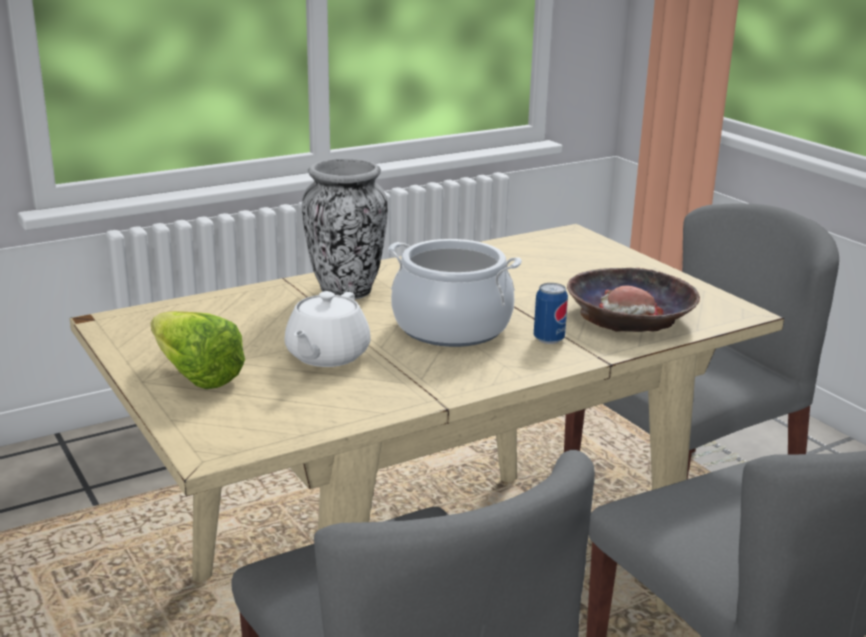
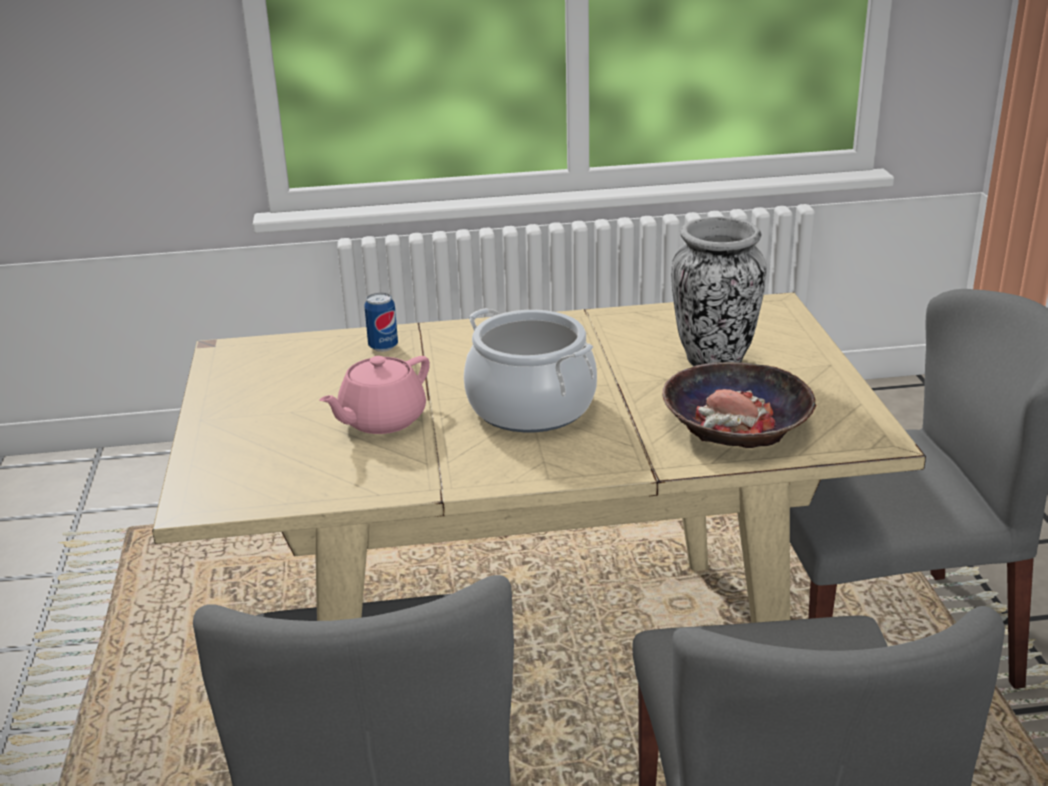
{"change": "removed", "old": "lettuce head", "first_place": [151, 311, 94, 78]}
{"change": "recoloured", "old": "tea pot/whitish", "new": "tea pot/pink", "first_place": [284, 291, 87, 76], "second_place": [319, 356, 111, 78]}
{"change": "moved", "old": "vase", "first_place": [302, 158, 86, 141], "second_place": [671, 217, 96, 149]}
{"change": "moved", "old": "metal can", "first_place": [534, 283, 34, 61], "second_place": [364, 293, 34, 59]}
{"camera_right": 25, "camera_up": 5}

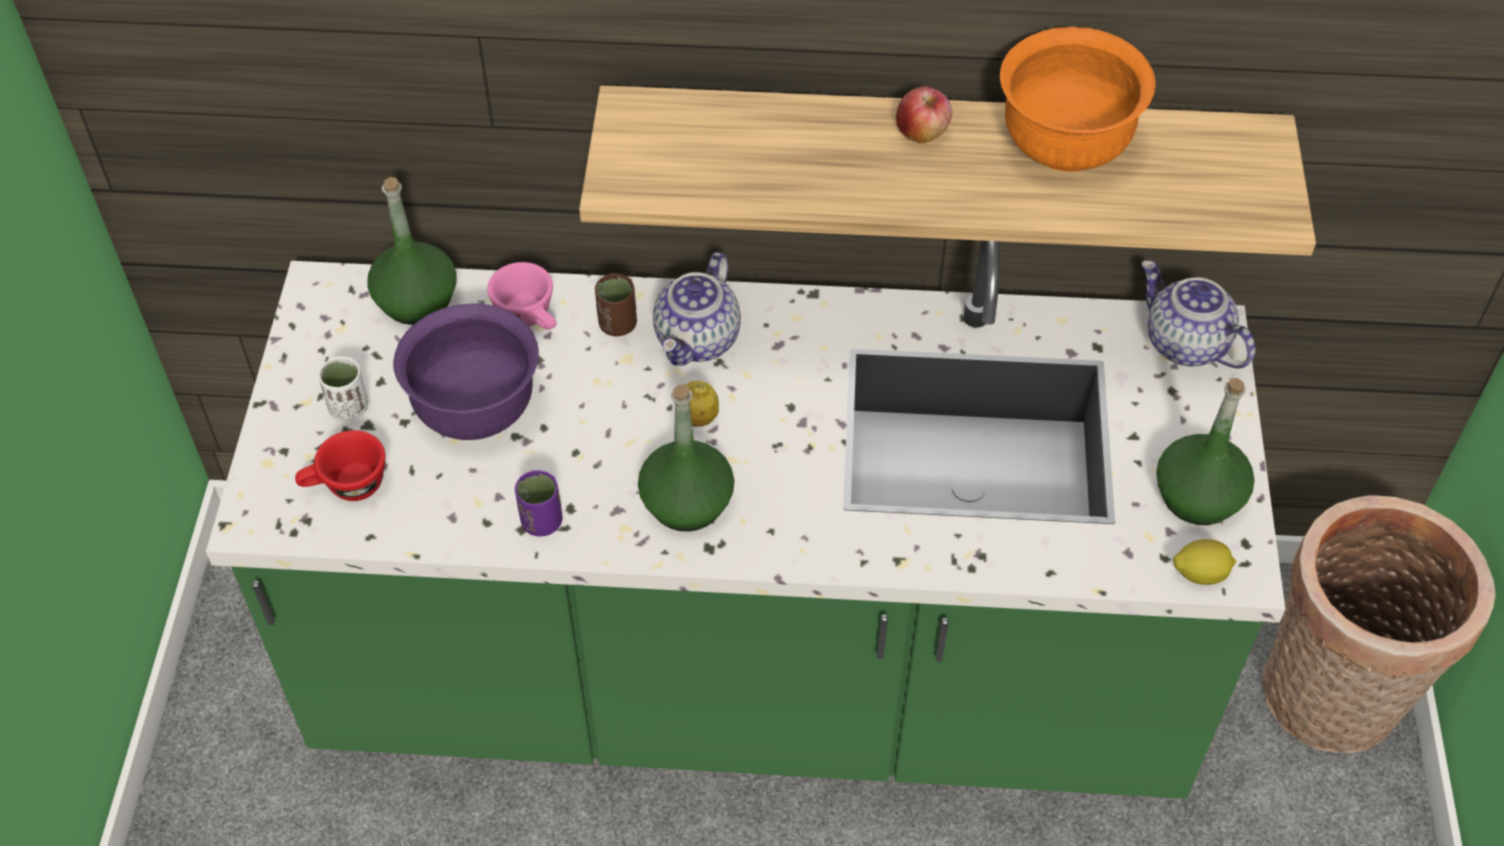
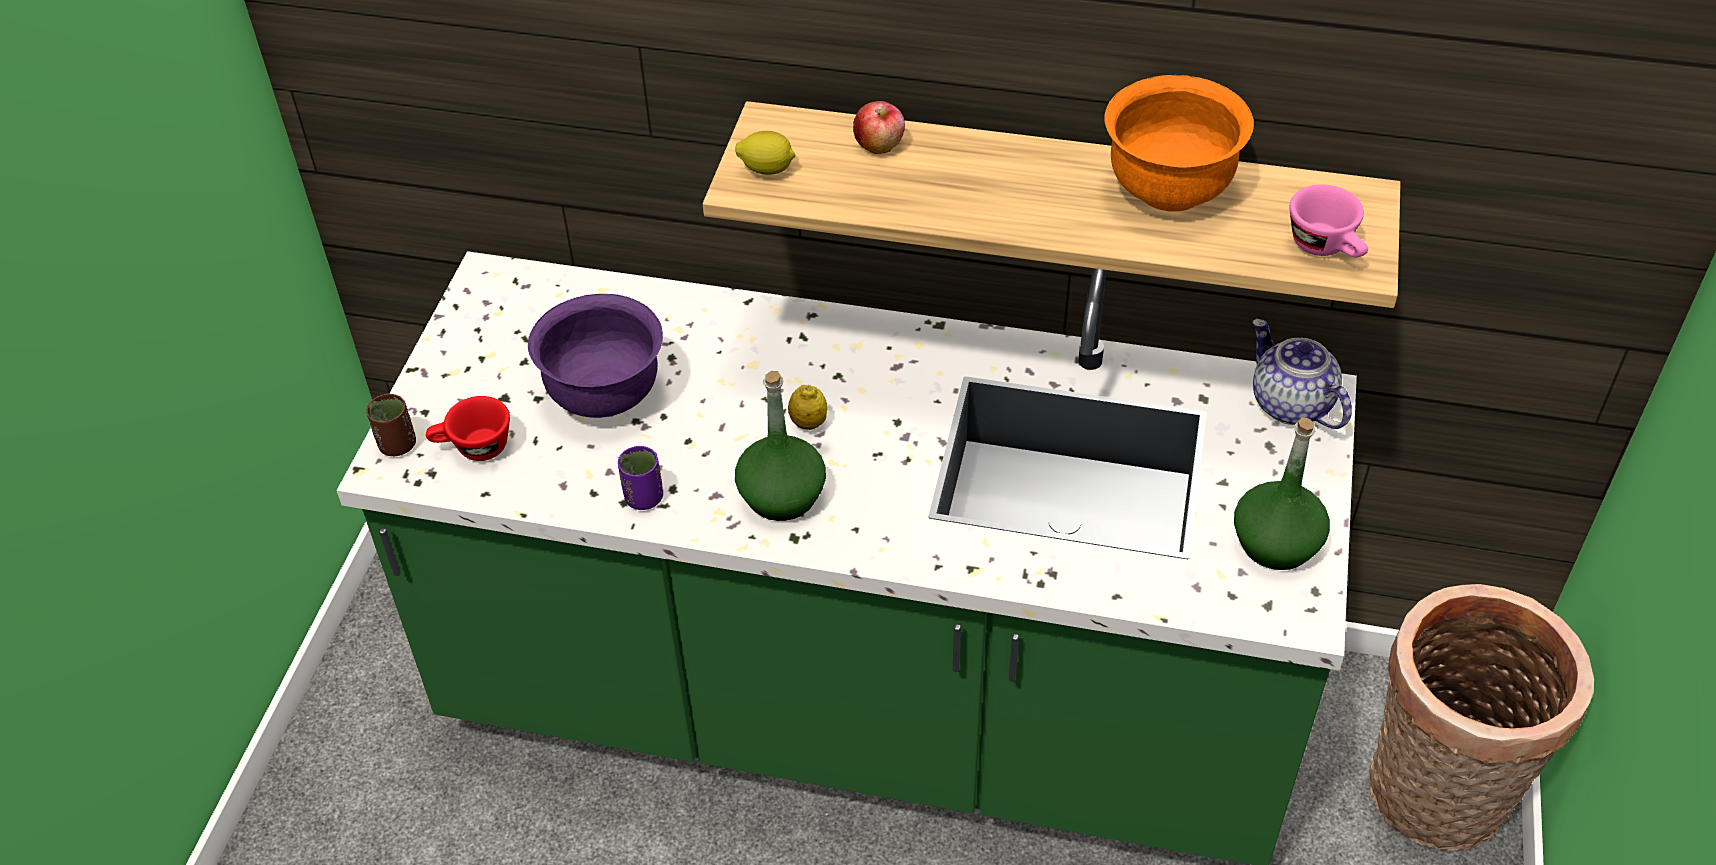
{"change": "removed", "old": "drinking cup/whitish", "first_place": [318, 357, 50, 64]}
{"change": "removed", "old": "bottle/green", "first_place": [367, 177, 89, 148]}
{"change": "moved", "old": "drinking cup/pink", "first_place": [487, 262, 70, 68], "second_place": [1290, 184, 78, 73]}
{"change": "moved", "old": "drinking cup/brown-coloured", "first_place": [595, 273, 42, 63], "second_place": [366, 394, 50, 62]}
{"change": "removed", "old": "tea pot", "first_place": [653, 252, 88, 114]}
{"change": "moved", "old": "whole apple", "first_place": [896, 86, 56, 57], "second_place": [853, 101, 52, 53]}
{"change": "moved", "old": "citrus fruit", "first_place": [1173, 539, 63, 46], "second_place": [735, 131, 60, 44]}
{"camera_right": 10, "camera_up": -5}

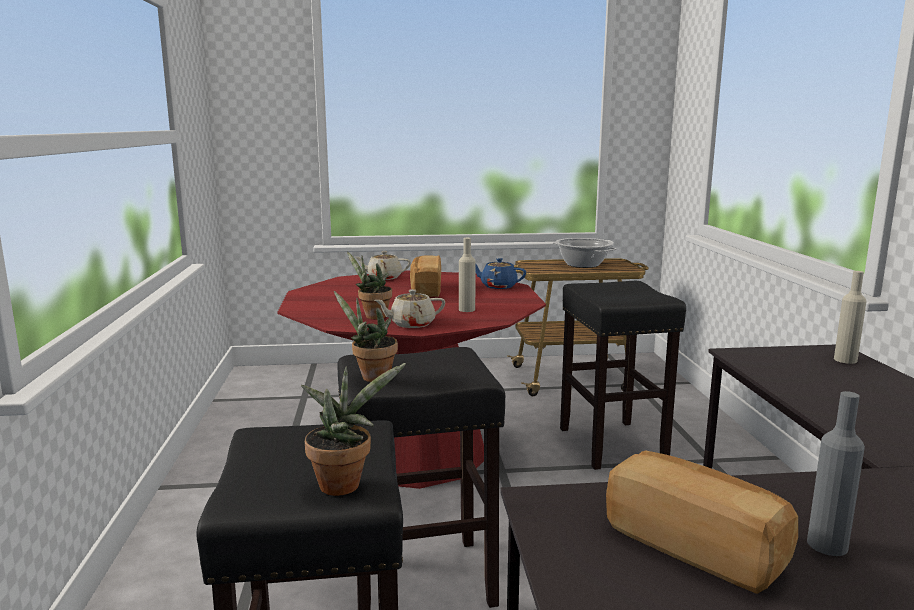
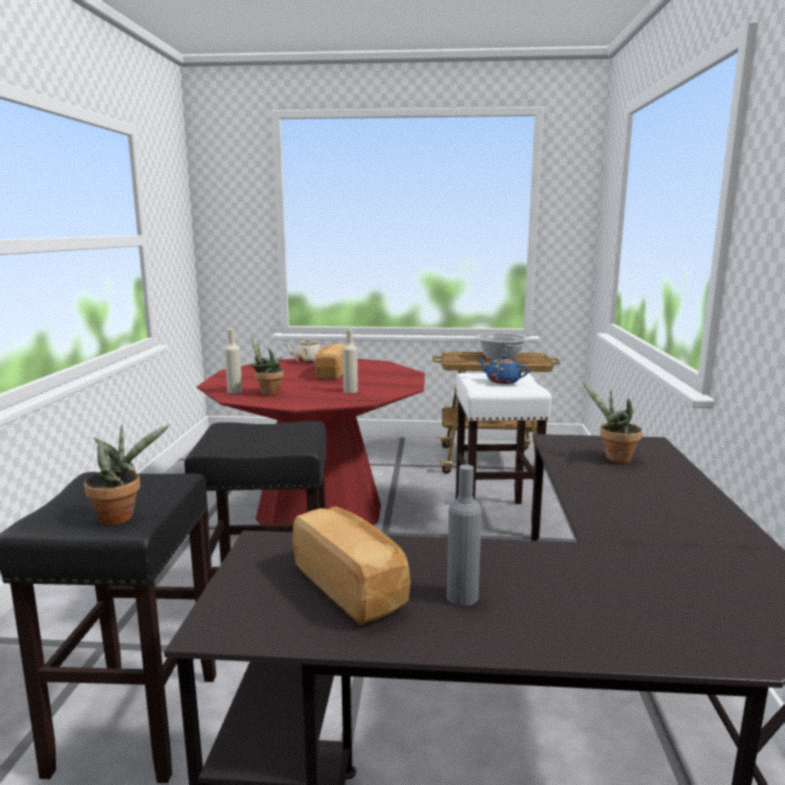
{"change": "moved", "old": "houseplant", "first_place": [334, 291, 64, 91], "second_place": [582, 382, 60, 81]}
{"change": "removed", "old": "tea pot/beige-coloured", "first_place": [374, 289, 71, 39]}
{"change": "moved", "old": "tea pot/blue", "first_place": [476, 258, 50, 31], "second_place": [477, 355, 52, 29]}
{"change": "recoloured", "old": "stool/black-coloured", "new": "stool/whitish", "first_place": [560, 281, 126, 189], "second_place": [455, 373, 97, 166]}
{"change": "moved", "old": "bottle/beige-coloured", "first_place": [834, 271, 33, 93], "second_place": [225, 329, 17, 65]}
{"camera_right": 10, "camera_up": 0}

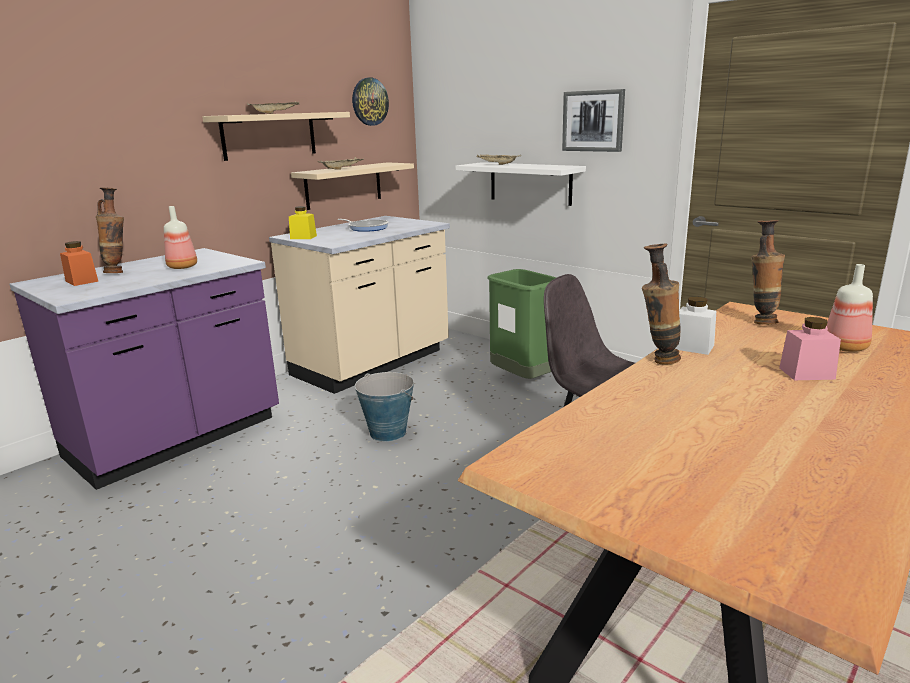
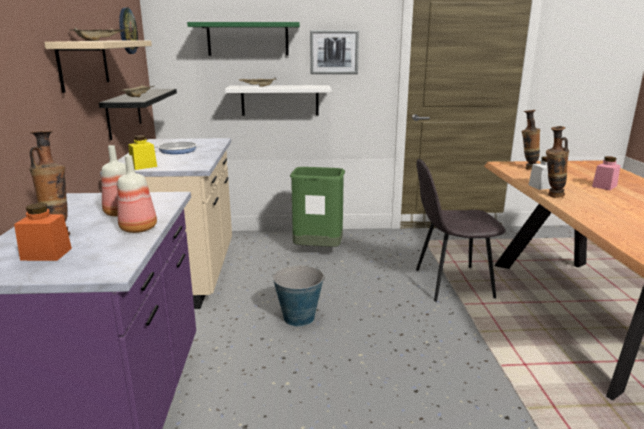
{"change": "recoloured", "old": "shelf/beige-coloured", "new": "shelf/black-coloured", "first_place": [291, 162, 123, 48], "second_place": [99, 89, 78, 51]}
{"change": "moved", "old": "bottle", "first_place": [826, 264, 47, 88], "second_place": [117, 155, 40, 78]}
{"change": "added", "new": "shelf/green", "second_place": [187, 22, 113, 34]}
{"camera_right": -45, "camera_up": 0}

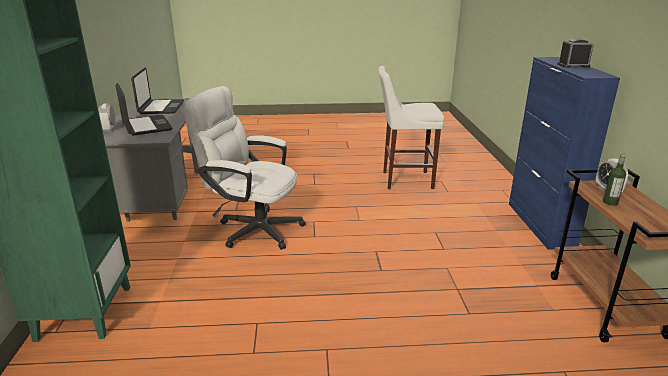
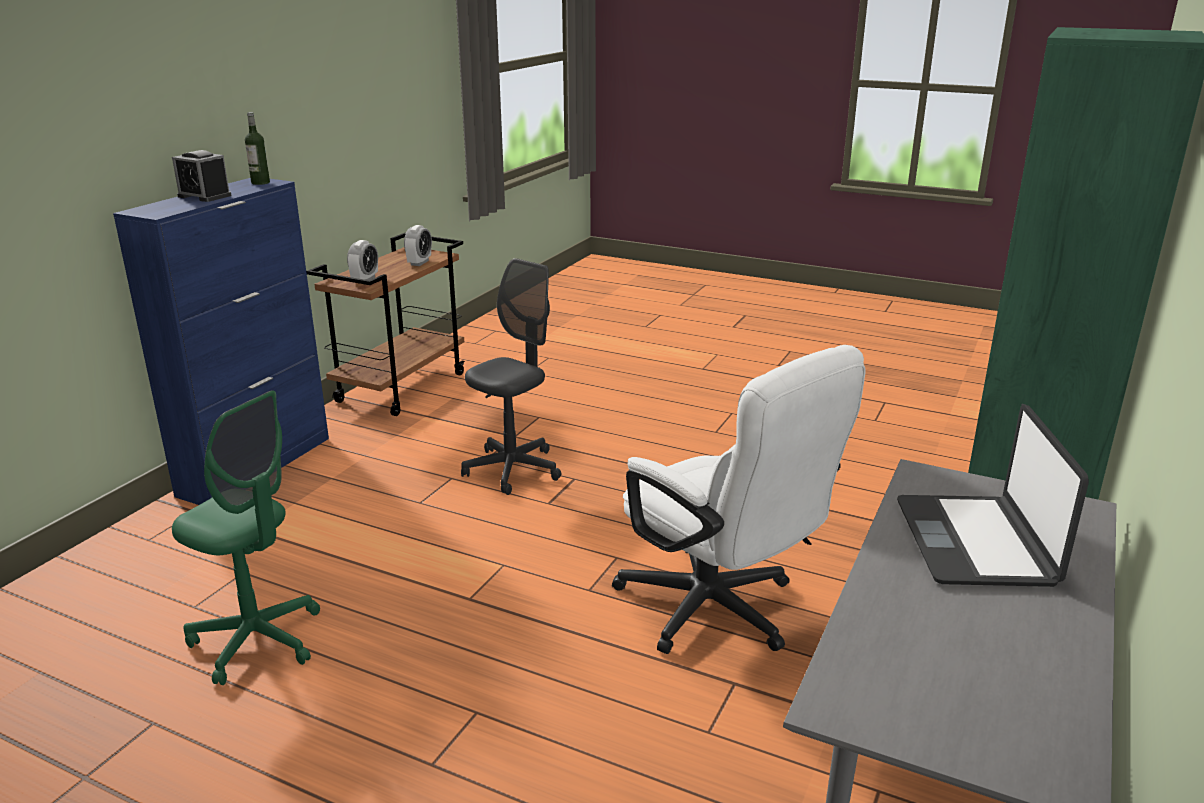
{"change": "moved", "old": "alarm clock", "first_place": [98, 103, 17, 29], "second_place": [404, 225, 28, 41]}
{"change": "removed", "old": "laptop", "first_place": [131, 67, 53, 47]}
{"change": "replaced", "old": "stool/whitish", "new": "office chair/green", "first_place": [378, 66, 66, 123], "second_place": [172, 390, 148, 295]}
{"change": "moved", "old": "bottle", "first_place": [603, 153, 23, 53], "second_place": [245, 112, 25, 73]}
{"change": "added", "new": "office chair/gray", "second_place": [461, 258, 100, 237]}
{"camera_right": -150, "camera_up": 0}

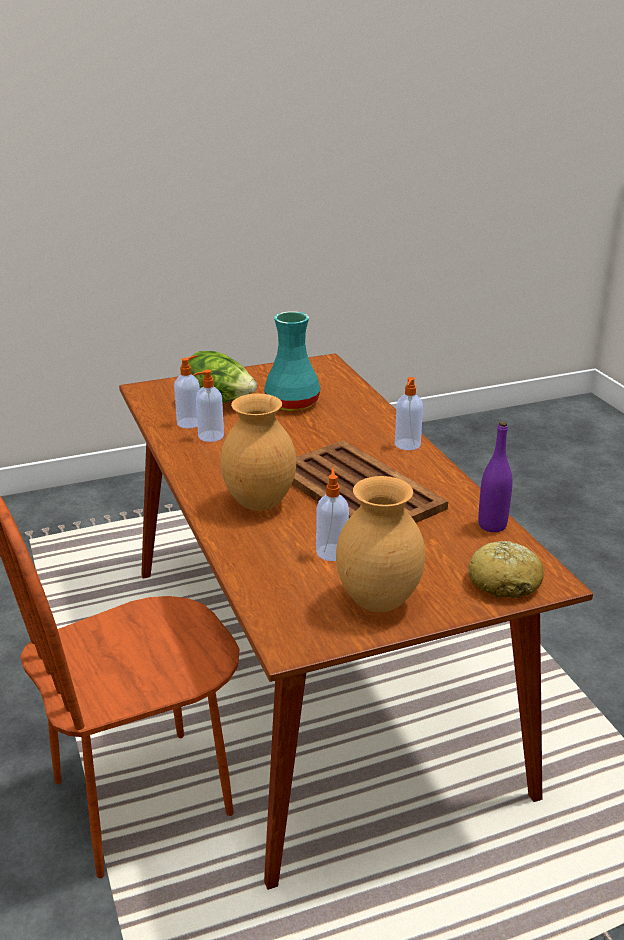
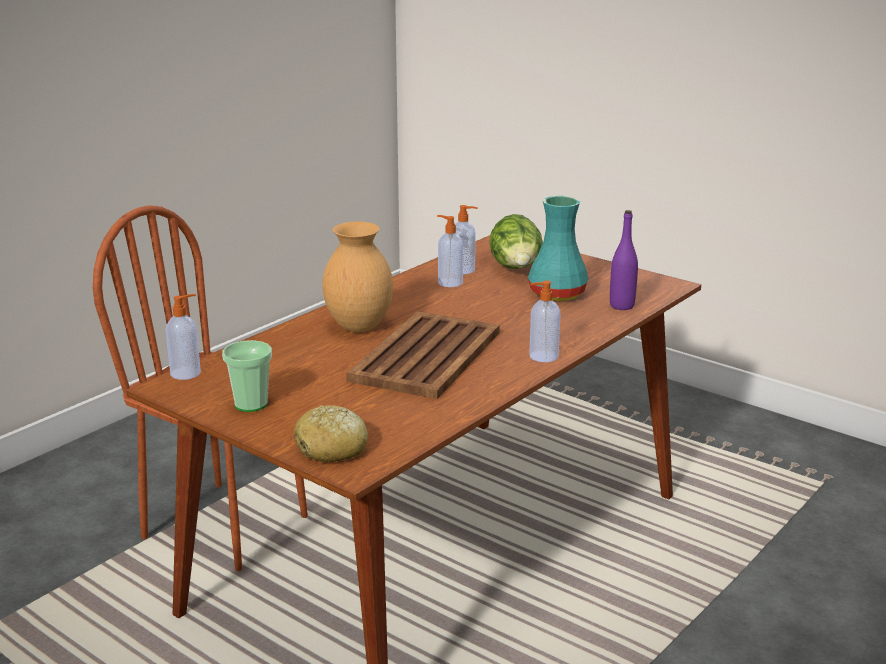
{"change": "moved", "old": "liquid soap bottle", "first_place": [316, 468, 33, 93], "second_place": [166, 294, 35, 86]}
{"change": "replaced", "old": "vase/brown-coloured", "new": "drinking cup", "first_place": [336, 476, 89, 136], "second_place": [222, 340, 50, 72]}
{"change": "moved", "old": "bottle/purple", "first_place": [478, 421, 34, 111], "second_place": [610, 210, 28, 100]}
{"camera_right": 60, "camera_up": -5}

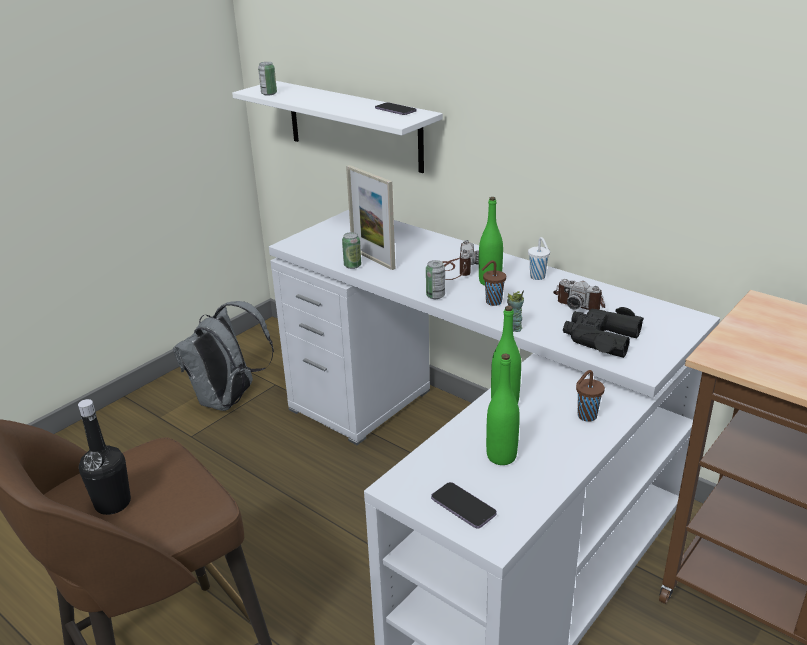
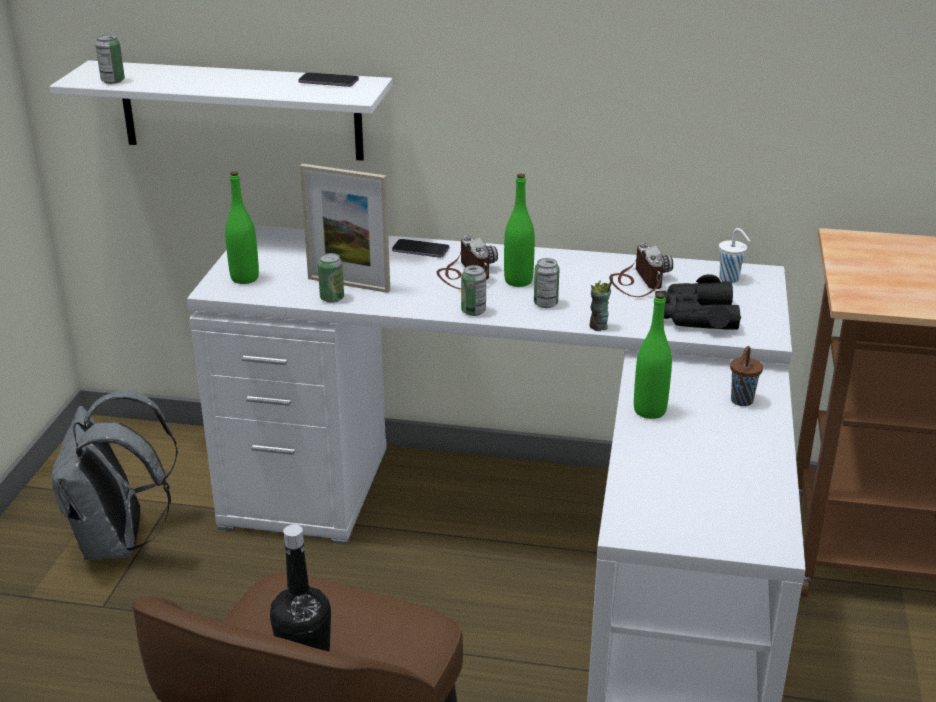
{"change": "moved", "old": "handset", "first_place": [431, 482, 66, 47], "second_place": [392, 239, 57, 19]}
{"change": "replaced", "old": "drinking cup/brown-coloured", "new": "metal can", "first_place": [481, 260, 25, 46], "second_place": [534, 258, 26, 50]}
{"change": "moved", "old": "bottle/green", "first_place": [486, 353, 34, 112], "second_place": [225, 171, 34, 113]}
{"change": "moved", "old": "drinking cup/whitish", "first_place": [528, 237, 22, 43], "second_place": [719, 228, 31, 55]}
{"change": "turned", "old": "photo camera", "first_place": [553, 279, 52, 31], "second_place": [609, 243, 64, 54], "degrees": -105}
{"camera_right": -30, "camera_up": 0}

